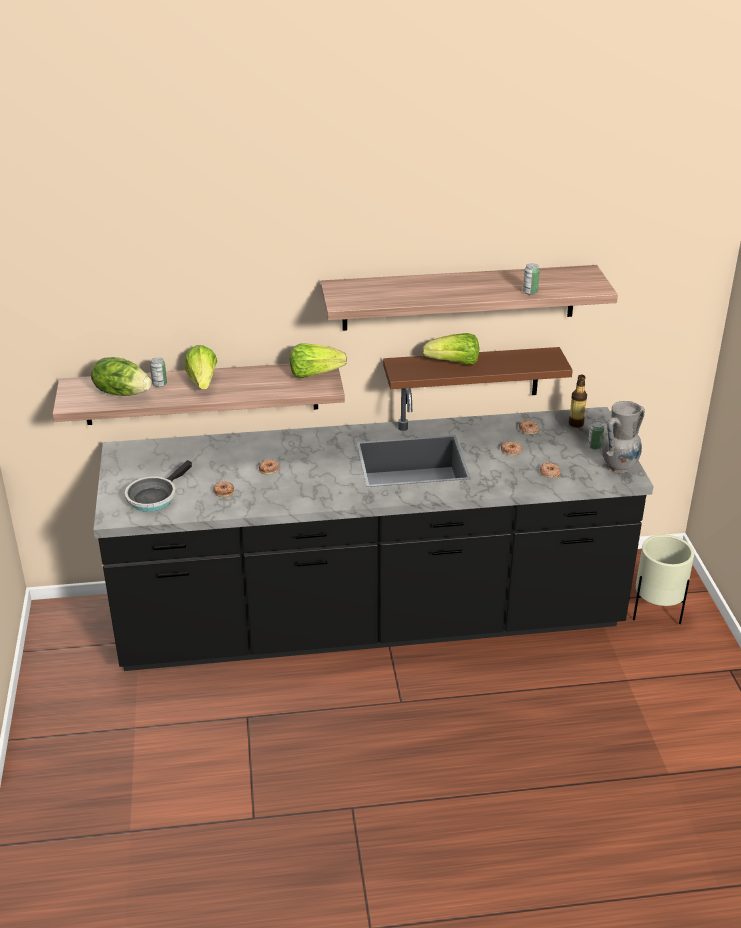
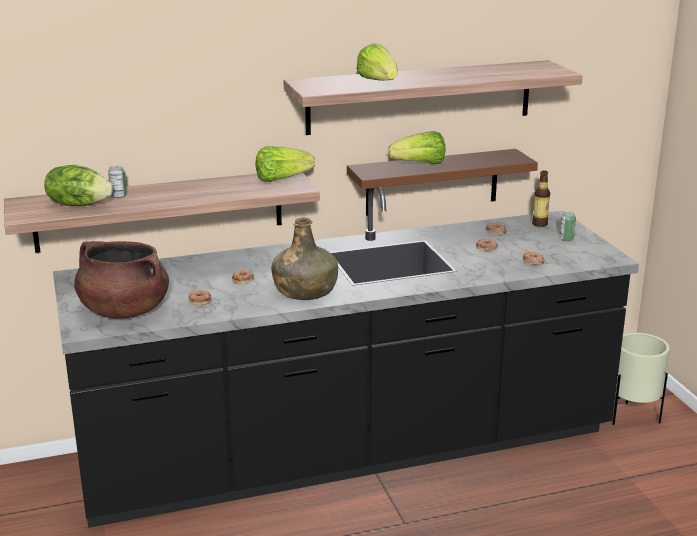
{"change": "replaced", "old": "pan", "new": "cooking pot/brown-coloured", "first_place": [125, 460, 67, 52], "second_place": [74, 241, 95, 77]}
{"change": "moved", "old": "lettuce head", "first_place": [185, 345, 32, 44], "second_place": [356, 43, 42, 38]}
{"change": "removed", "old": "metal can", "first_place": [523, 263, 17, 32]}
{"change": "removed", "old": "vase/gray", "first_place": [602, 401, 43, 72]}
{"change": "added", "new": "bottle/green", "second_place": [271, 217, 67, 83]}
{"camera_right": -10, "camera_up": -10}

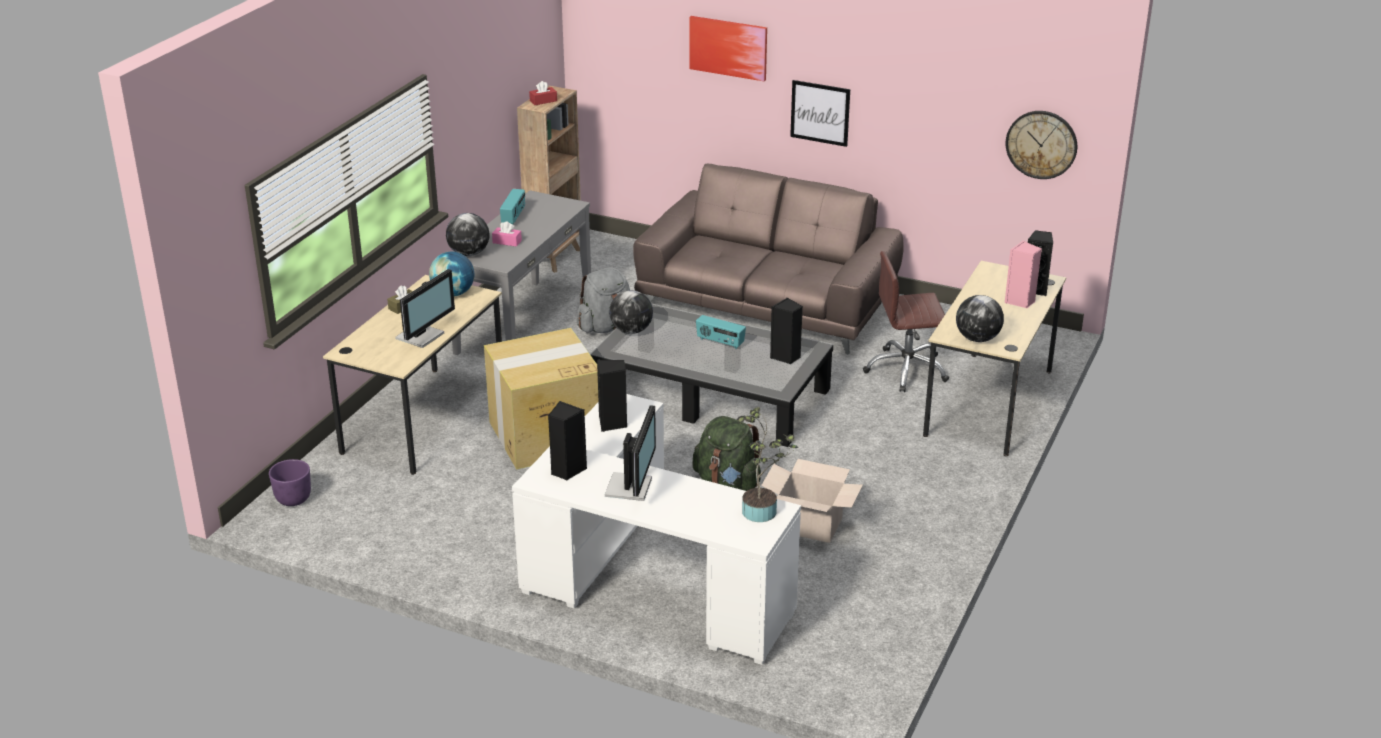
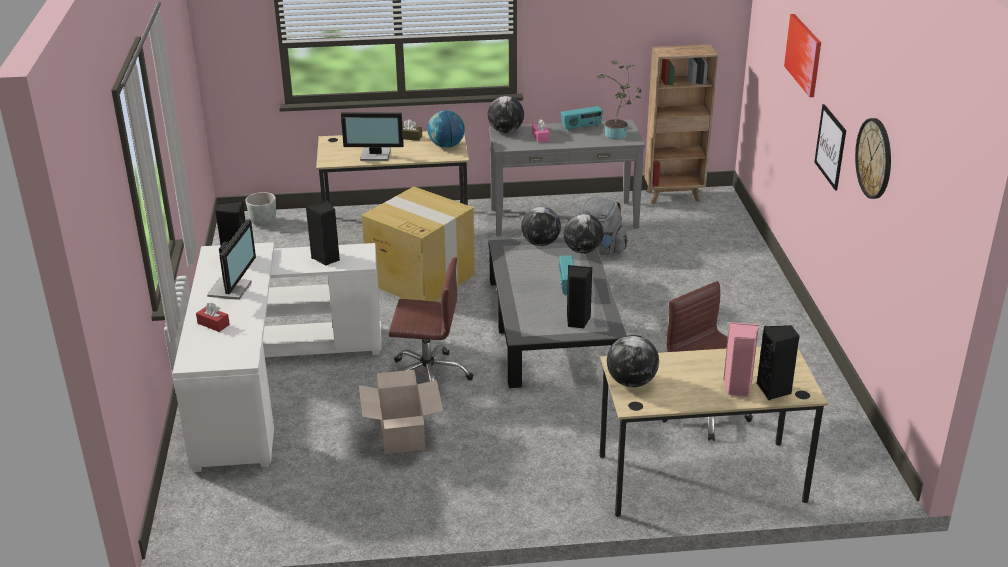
{"change": "recoloured", "old": "flower pot/purple", "new": "flower pot/gray", "first_place": [269, 459, 42, 47], "second_place": [246, 192, 30, 34]}
{"change": "moved", "old": "tissue holder/red-coloured", "first_place": [529, 81, 28, 24], "second_place": [196, 302, 34, 30]}
{"change": "turned", "old": "computer screen", "first_place": [605, 405, 51, 96], "second_place": [207, 219, 49, 81], "degrees": -60}
{"change": "removed", "old": "sofa/brown-coloured", "first_place": [633, 164, 270, 191]}
{"change": "replaced", "old": "rucksack/green", "new": "office chair/brown-coloured", "first_place": [692, 416, 69, 75], "second_place": [389, 257, 84, 124]}
{"change": "moved", "old": "houseplant", "first_place": [737, 407, 61, 115], "second_place": [597, 61, 45, 78]}
{"change": "moved", "old": "wall clock", "first_place": [1006, 111, 71, 68], "second_place": [855, 118, 36, 81]}
{"change": "added", "new": "world globe", "second_place": [564, 213, 40, 41]}
{"camera_right": 60, "camera_up": 0}

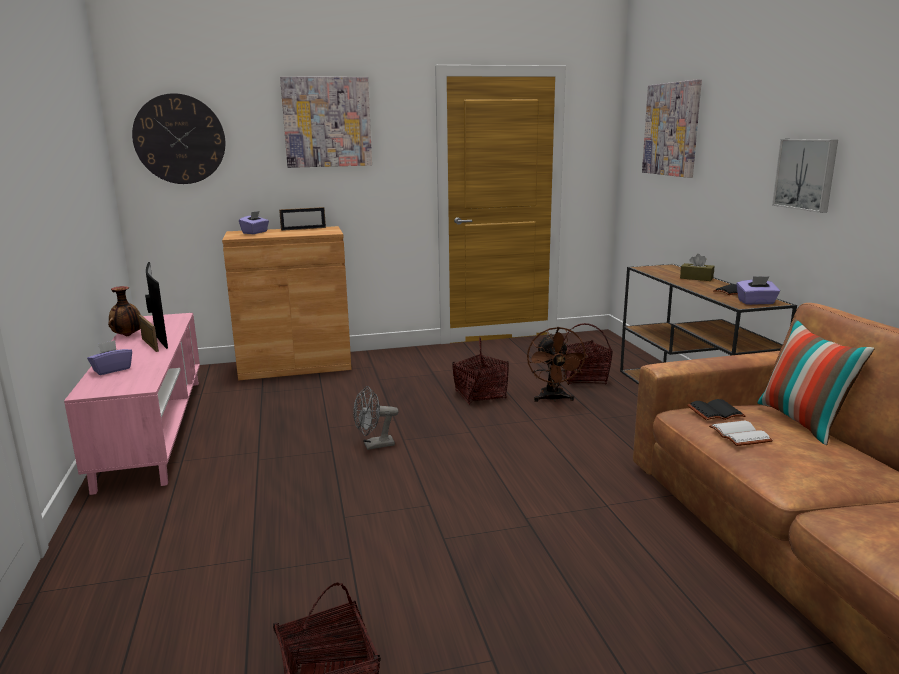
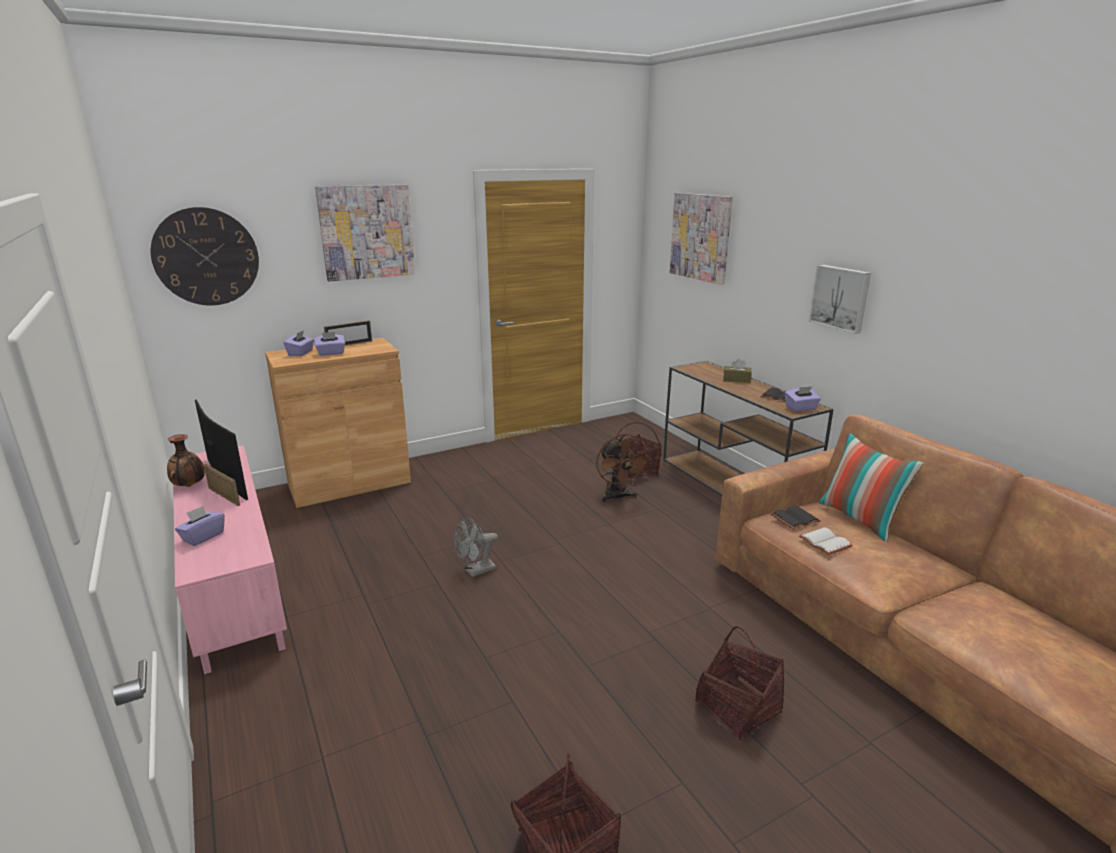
{"change": "moved", "old": "household basket", "first_place": [452, 337, 57, 68], "second_place": [695, 626, 89, 115]}
{"change": "added", "new": "tissue holder/purple", "second_place": [314, 332, 31, 24]}
{"camera_right": -15, "camera_up": 5}

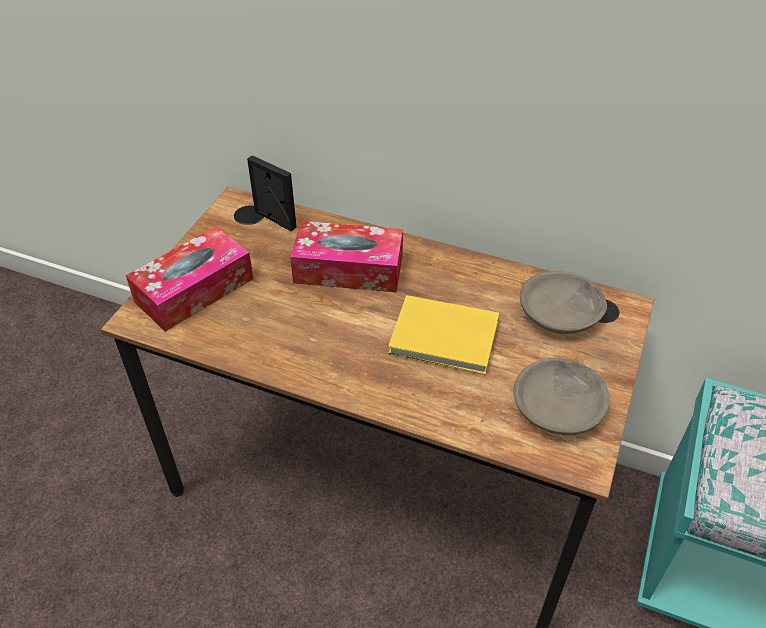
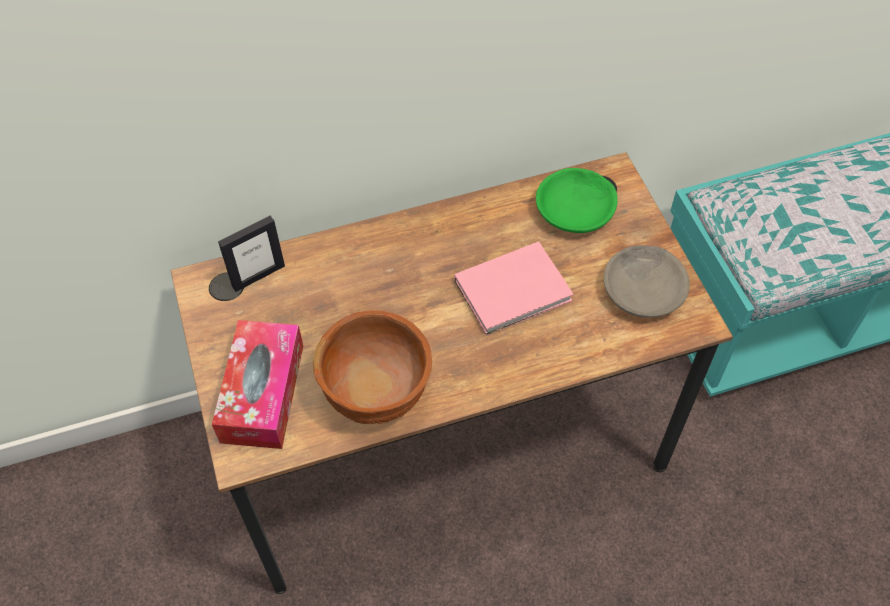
{"change": "turned", "old": "standing frame", "first_place": [247, 155, 50, 76], "second_place": [218, 216, 67, 76], "degrees": 150}
{"change": "removed", "old": "tissue holder", "first_place": [290, 221, 113, 71]}
{"change": "recoloured", "old": "volume/yellow", "new": "volume/pink", "first_place": [388, 295, 111, 80], "second_place": [454, 241, 119, 95]}
{"change": "recoloured", "old": "bowl/gray", "new": "bowl/green", "first_place": [520, 271, 87, 63], "second_place": [536, 168, 82, 65]}
{"change": "added", "new": "bowl/brown-coloured", "second_place": [313, 310, 119, 114]}
{"camera_right": -40, "camera_up": 10}

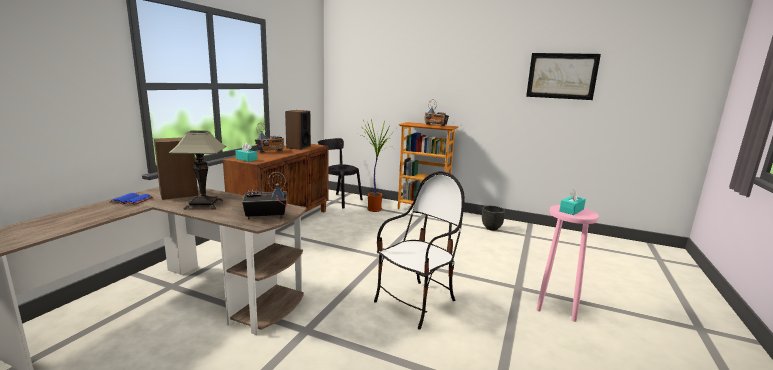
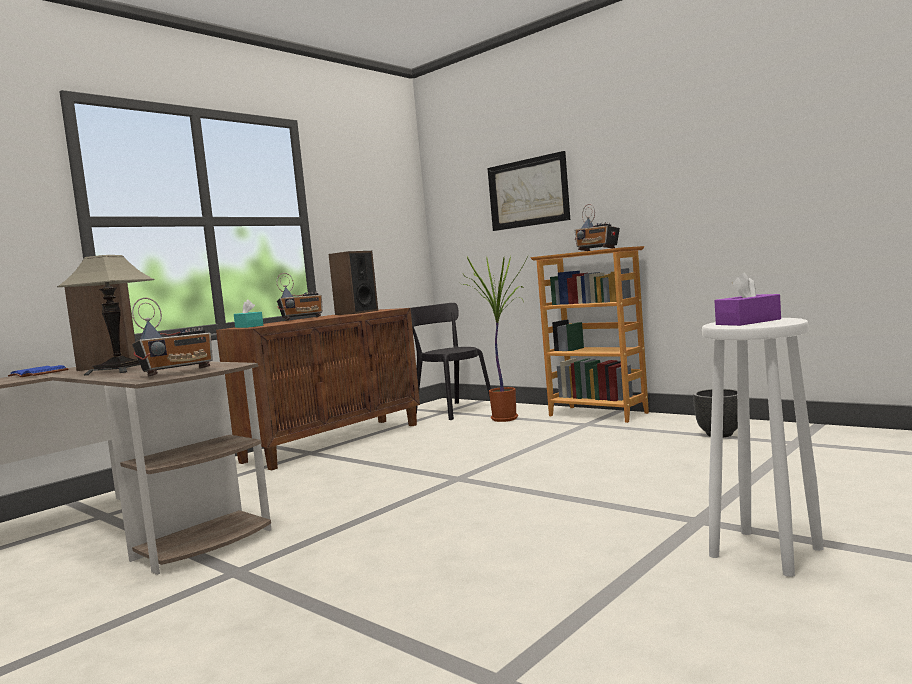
{"change": "turned", "old": "radio", "first_place": [242, 172, 45, 47], "second_place": [132, 298, 81, 78], "degrees": 135}
{"change": "removed", "old": "chair", "first_place": [374, 171, 91, 159]}
{"change": "moved", "old": "wall picture", "first_place": [526, 53, 75, 47], "second_place": [487, 151, 83, 80]}
{"change": "recoloured", "old": "stool/pink", "new": "stool/whitish", "first_place": [536, 205, 63, 117], "second_place": [702, 318, 122, 259]}
{"change": "recoloured", "old": "tissue holder/turquoise", "new": "tissue holder/purple", "first_place": [559, 189, 27, 26], "second_place": [714, 273, 67, 53]}
{"camera_right": 20, "camera_up": -10}

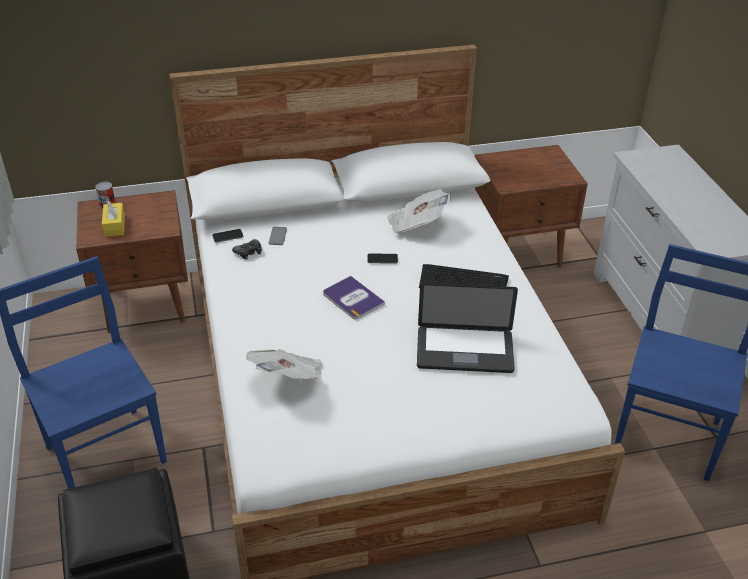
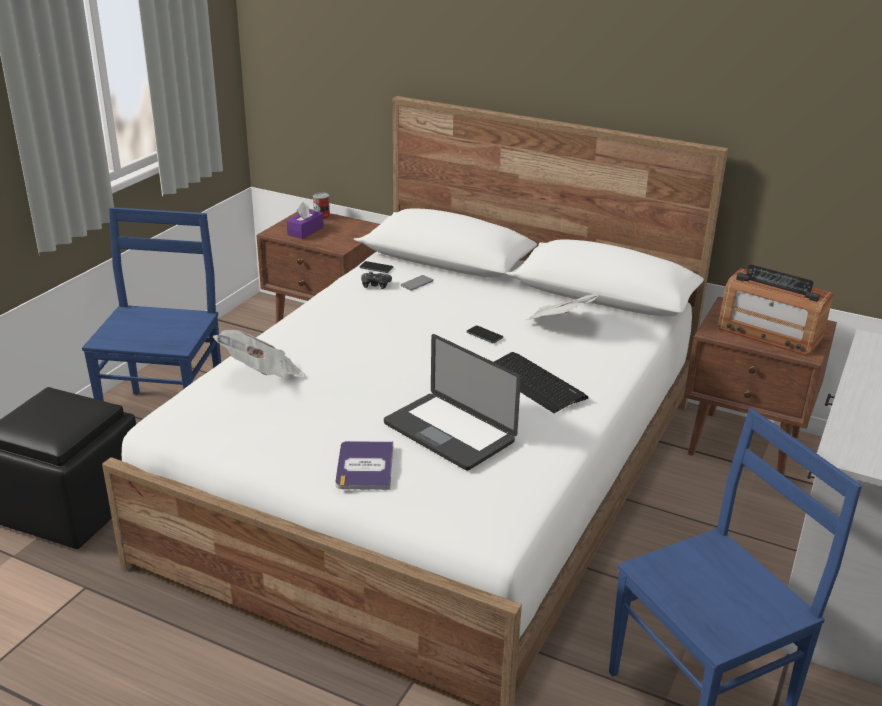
{"change": "recoloured", "old": "tissue holder/yellow", "new": "tissue holder/purple", "first_place": [102, 200, 23, 37], "second_place": [287, 202, 37, 37]}
{"change": "moved", "old": "volume", "first_place": [323, 276, 62, 43], "second_place": [336, 441, 57, 49]}
{"change": "added", "new": "radio", "second_place": [718, 264, 116, 92]}
{"camera_right": 40, "camera_up": -10}

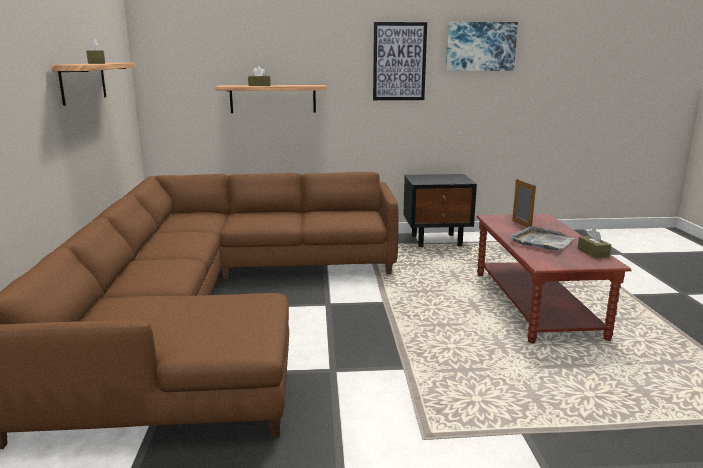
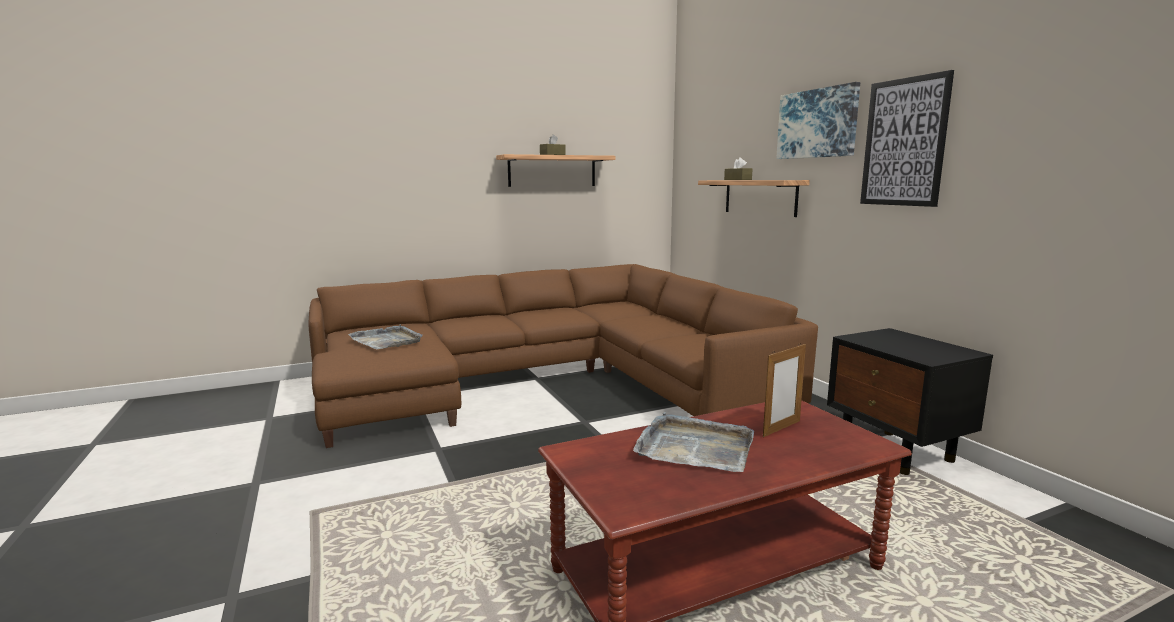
{"change": "moved", "old": "wall picture", "first_place": [446, 22, 72, 49], "second_place": [776, 82, 84, 77]}
{"change": "removed", "old": "tissue holder/brown-coloured", "first_place": [577, 228, 34, 30]}
{"change": "added", "new": "tray/gray", "second_place": [348, 325, 75, 24]}
{"camera_right": 70, "camera_up": -5}

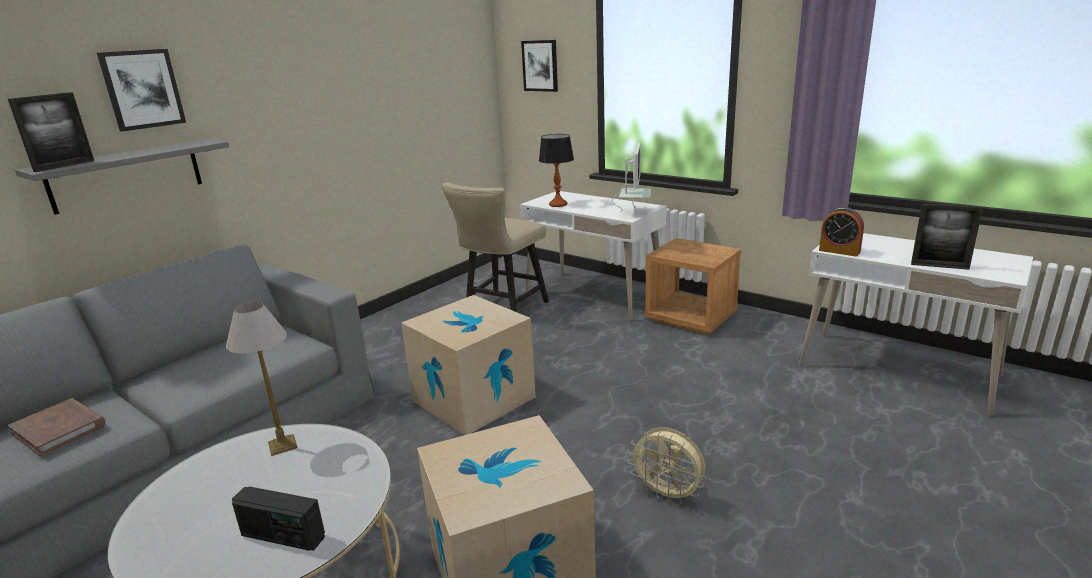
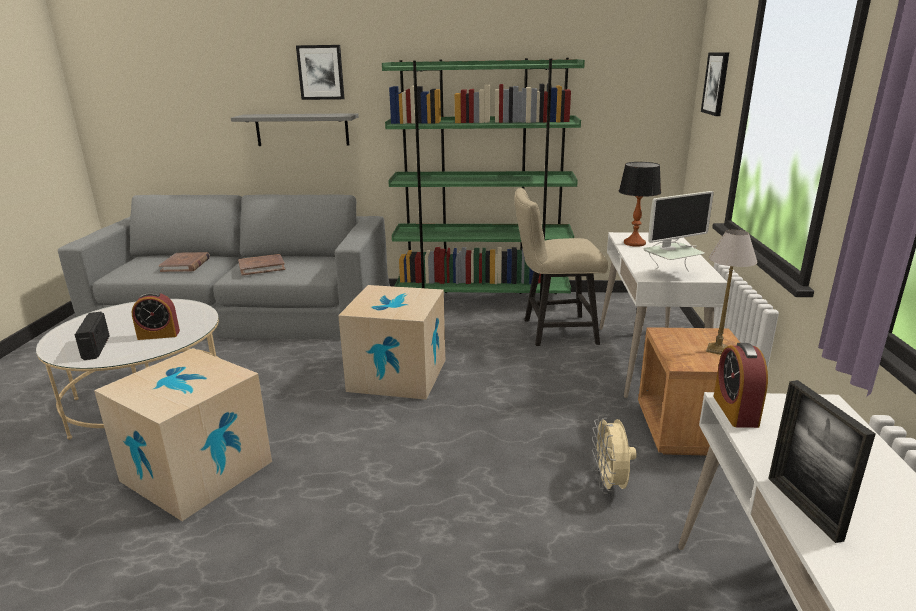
{"change": "removed", "old": "standing frame", "first_place": [8, 92, 86, 80]}
{"change": "moved", "old": "tabletop lamp", "first_place": [226, 302, 72, 154], "second_place": [706, 230, 52, 125]}
{"change": "moved", "old": "electric fan/beige-coloured", "first_place": [627, 427, 78, 77], "second_place": [592, 415, 45, 79]}
{"change": "added", "new": "alarm clock", "second_place": [132, 292, 48, 48]}
{"change": "added", "new": "volume/brown-coloured", "second_place": [238, 254, 47, 22]}
{"change": "added", "new": "bookcase/green", "second_place": [382, 58, 203, 250]}
{"camera_right": 55, "camera_up": 0}

